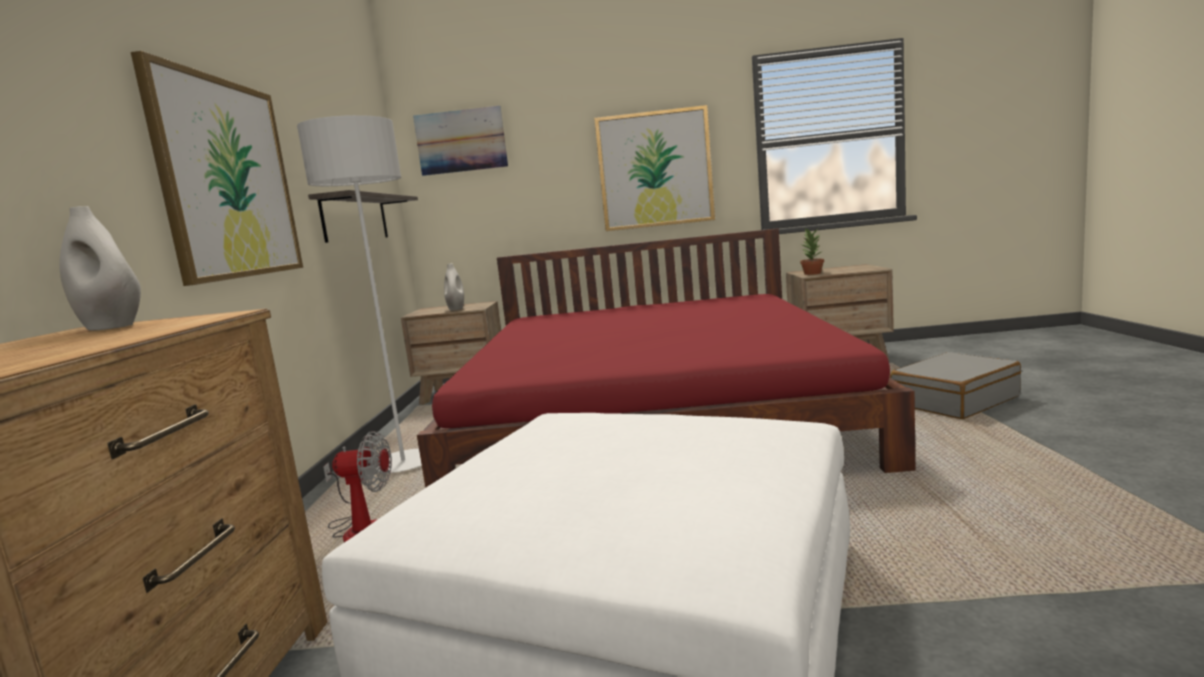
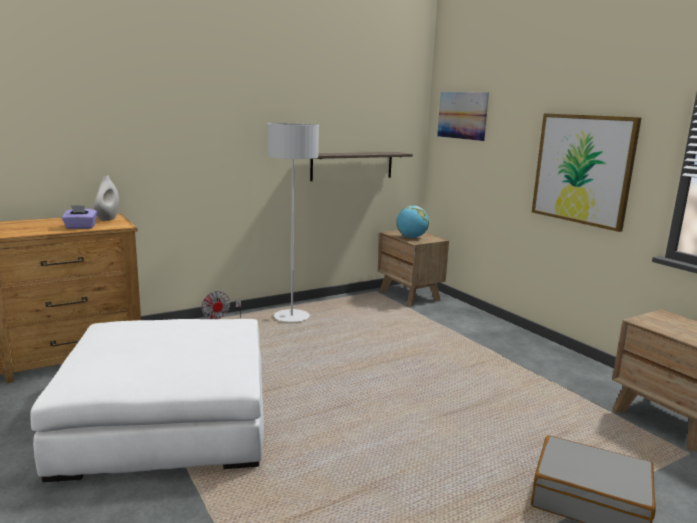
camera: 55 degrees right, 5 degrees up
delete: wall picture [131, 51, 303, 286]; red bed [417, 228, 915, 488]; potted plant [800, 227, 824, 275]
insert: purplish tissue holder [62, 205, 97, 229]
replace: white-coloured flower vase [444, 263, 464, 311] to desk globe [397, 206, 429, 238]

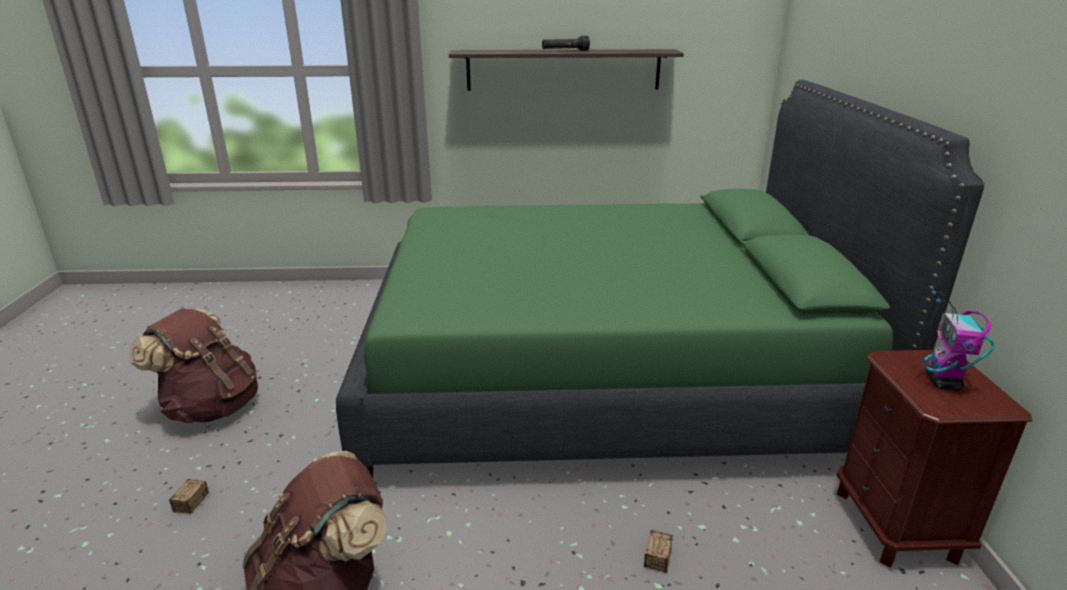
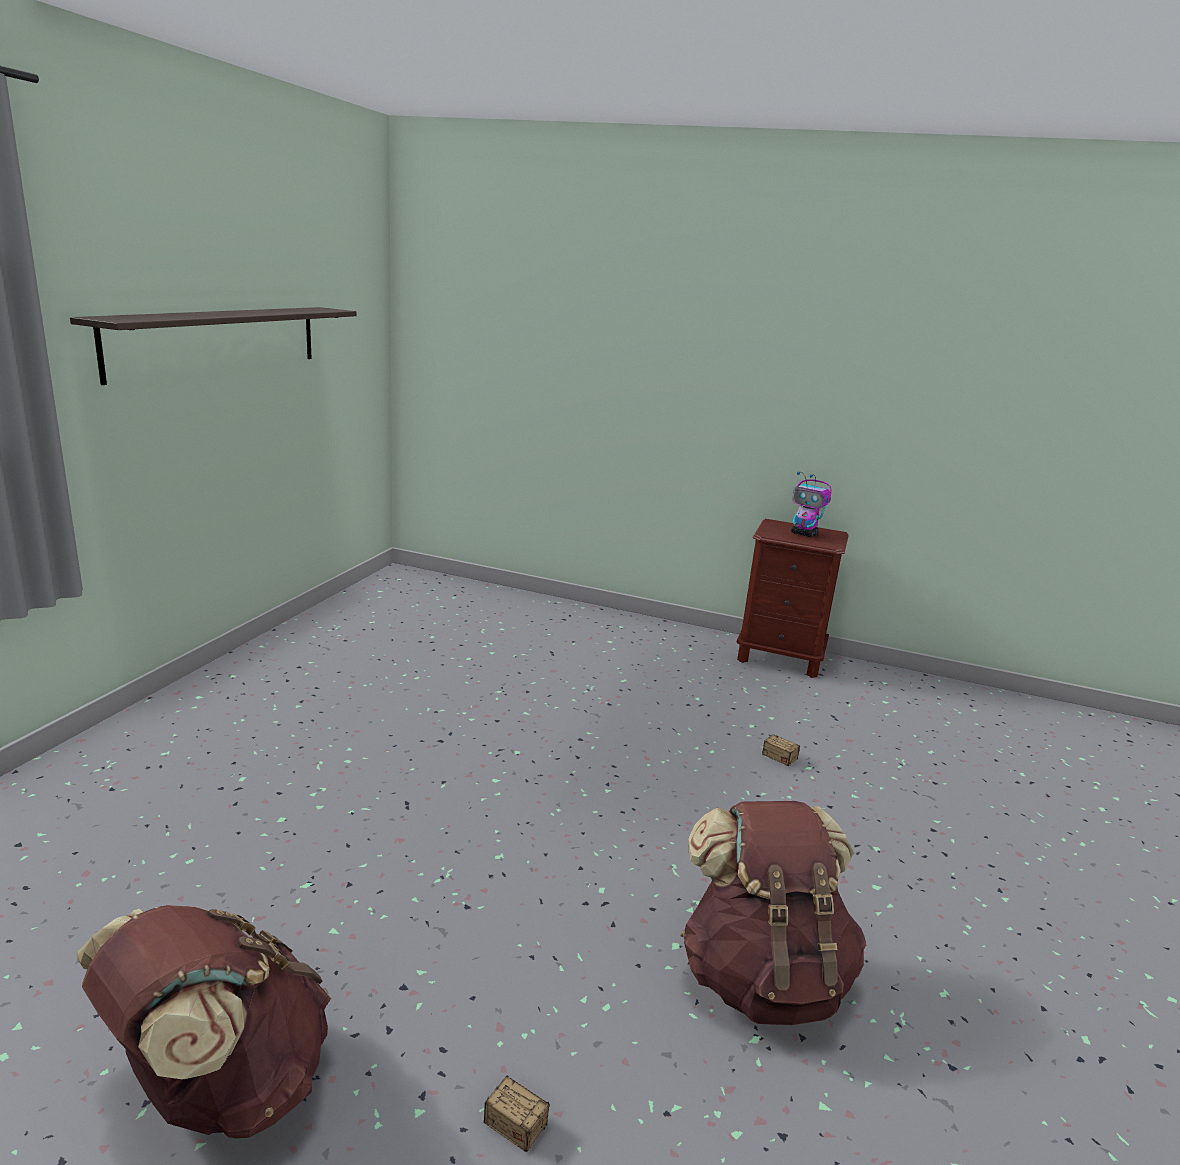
camera: 70 degrees left, 5 degrees down
delete: greenish bed [336, 80, 984, 478]; black hand torch [542, 36, 590, 51]

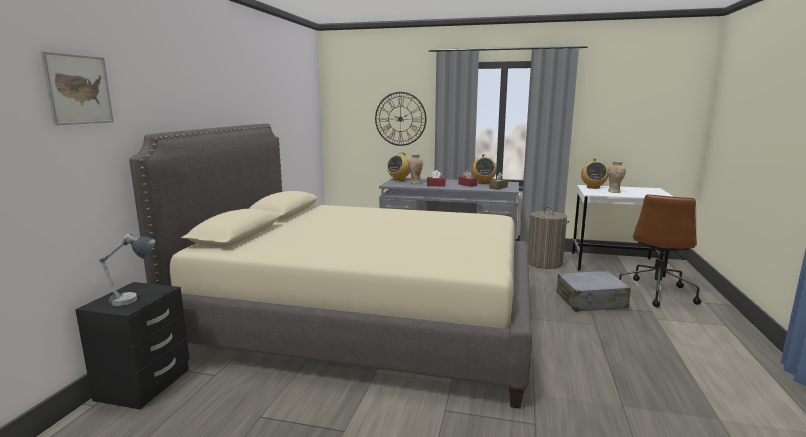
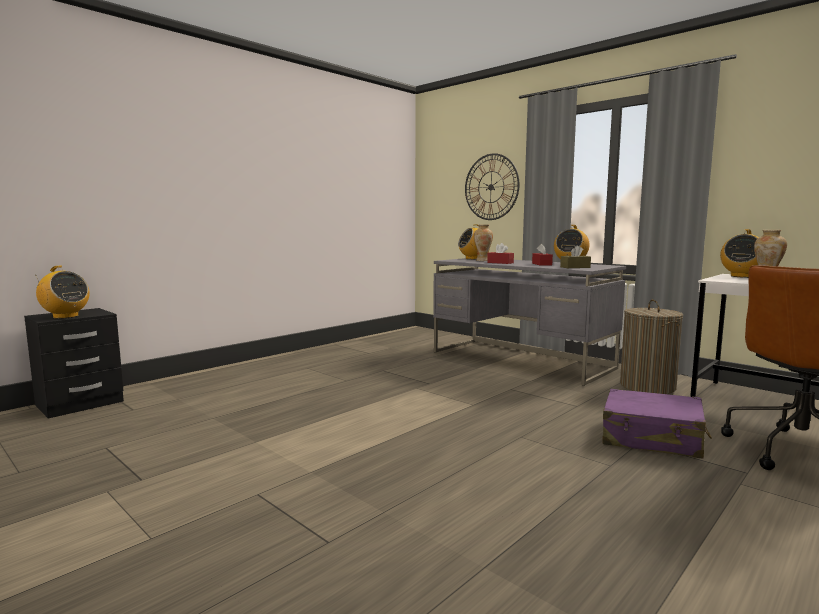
camera: 30 degrees right, 5 degrees down
delete: wall picture [41, 51, 114, 125]; beige-coloured bed [129, 124, 532, 409]
replace: tabletop lamp [100, 234, 156, 306] to radio set [36, 266, 90, 319]
recolor: gray piece of luggage [557, 271, 631, 312] to purplish piece of luggage [602, 389, 712, 459]

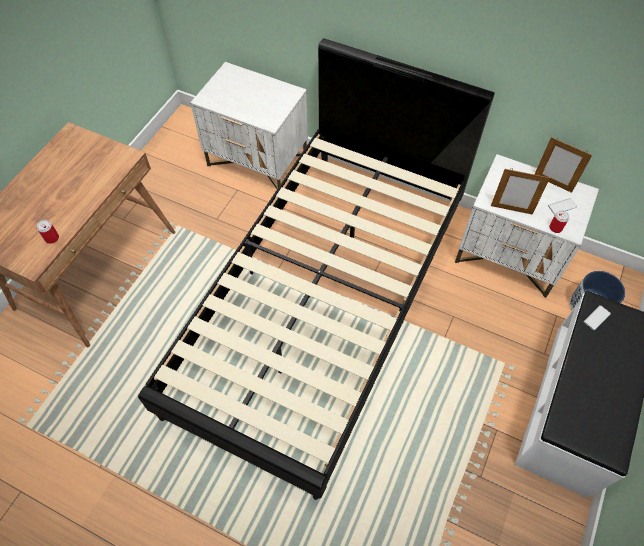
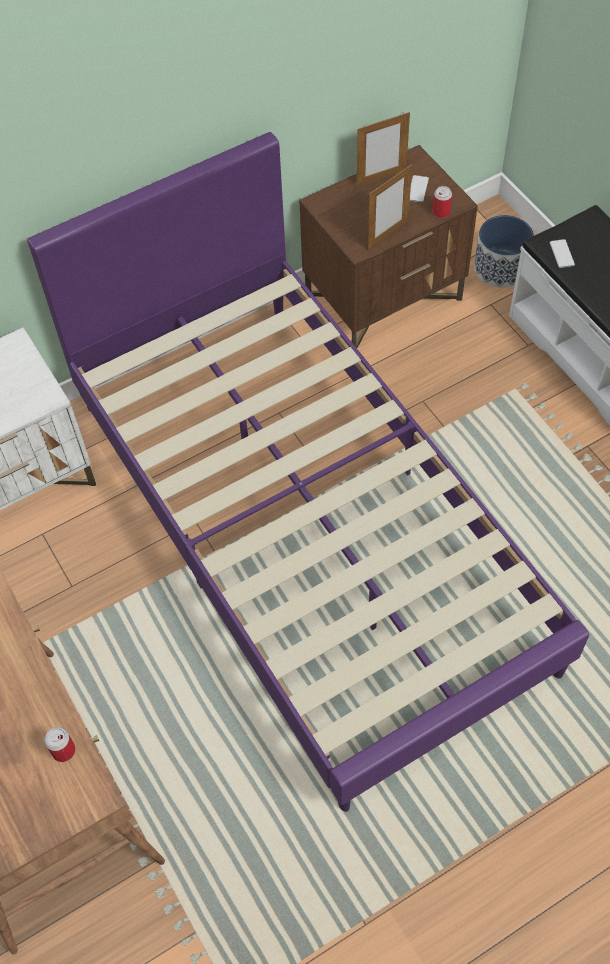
camera: 55 degrees left, 0 degrees up
recolor: black bed [138, 38, 495, 500] to purplish bed [27, 132, 589, 812]; white-coloured night table [455, 154, 599, 298] to brownish night table [299, 145, 478, 348]

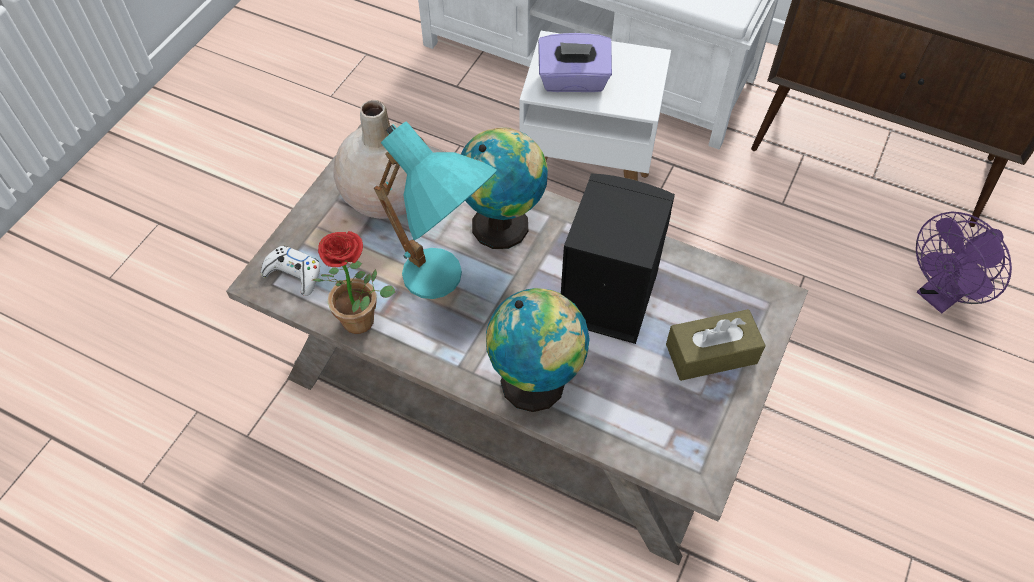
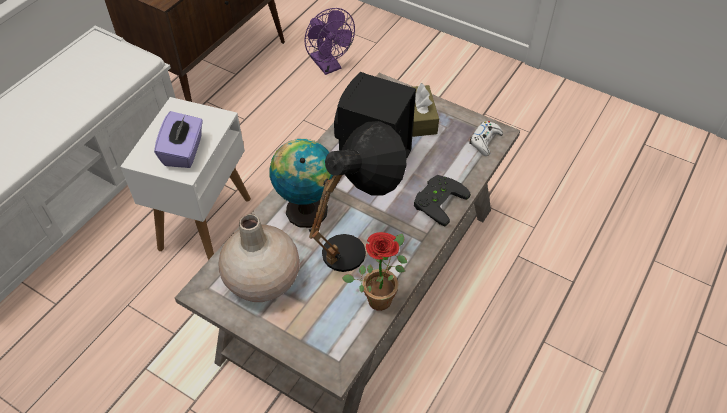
camera: 85 degrees left, 5 degrees down
move: white-coloured joypad [261, 246, 320, 296] to [469, 121, 503, 156]
replace: desk globe [486, 288, 589, 412] to black joypad [414, 175, 471, 226]
recolor: blue-green tabletop lamp [374, 121, 496, 299] to black tabletop lamp [309, 121, 406, 272]

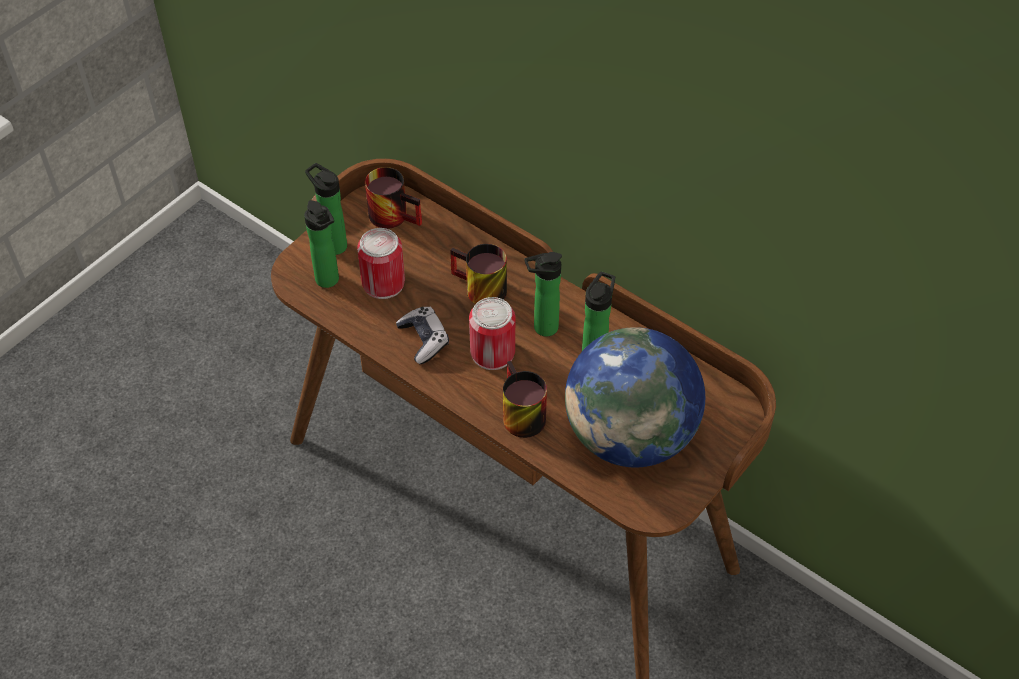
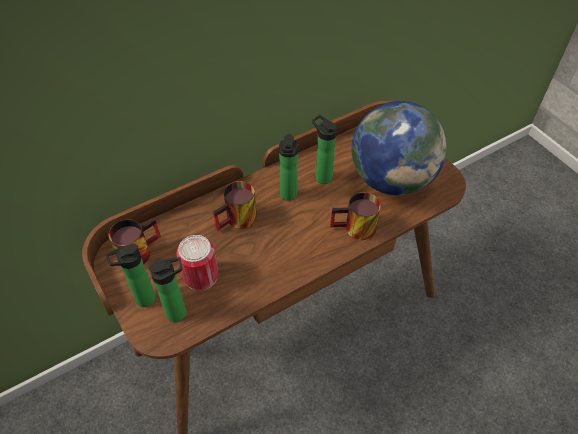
camera: 70 degrees left, 0 degrees up
delete: joypad [396, 307, 449, 364]; can [469, 297, 515, 370]

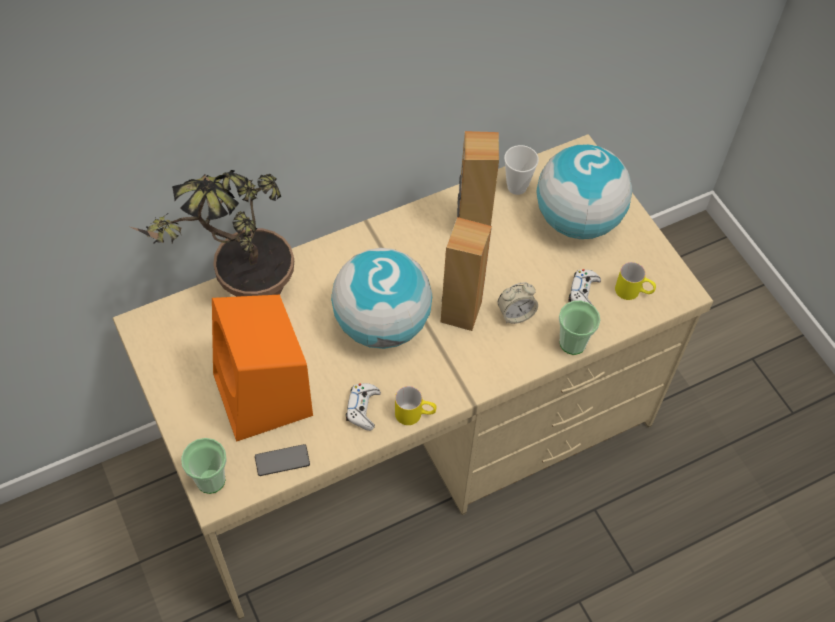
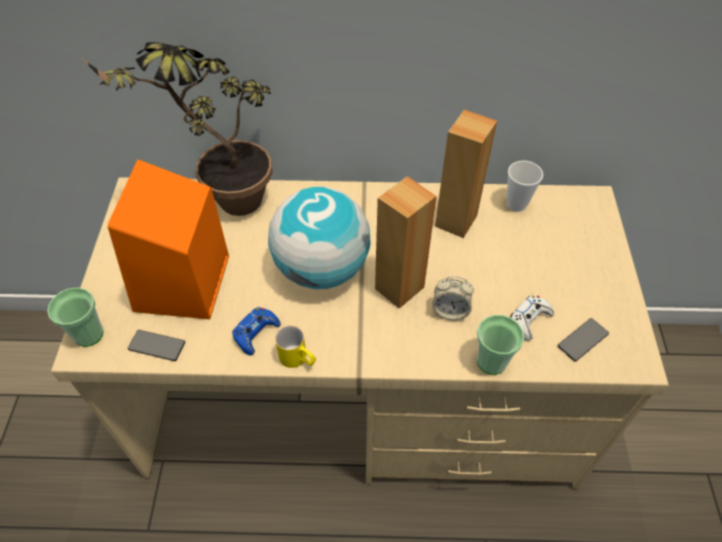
camera: 30 degrees right, 5 degrees down
delete: desk globe [537, 144, 632, 239]
replace: yellowish coffee mug [615, 262, 656, 300] to phone [558, 318, 609, 361]
recolor: white-coloured joypad [346, 383, 381, 431] to blue joypad [232, 307, 281, 355]

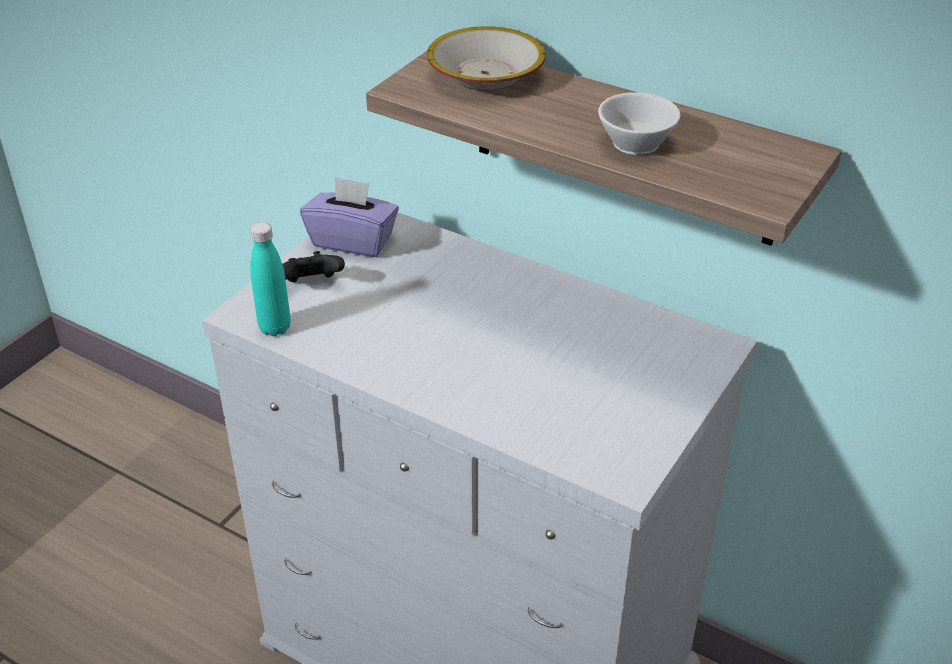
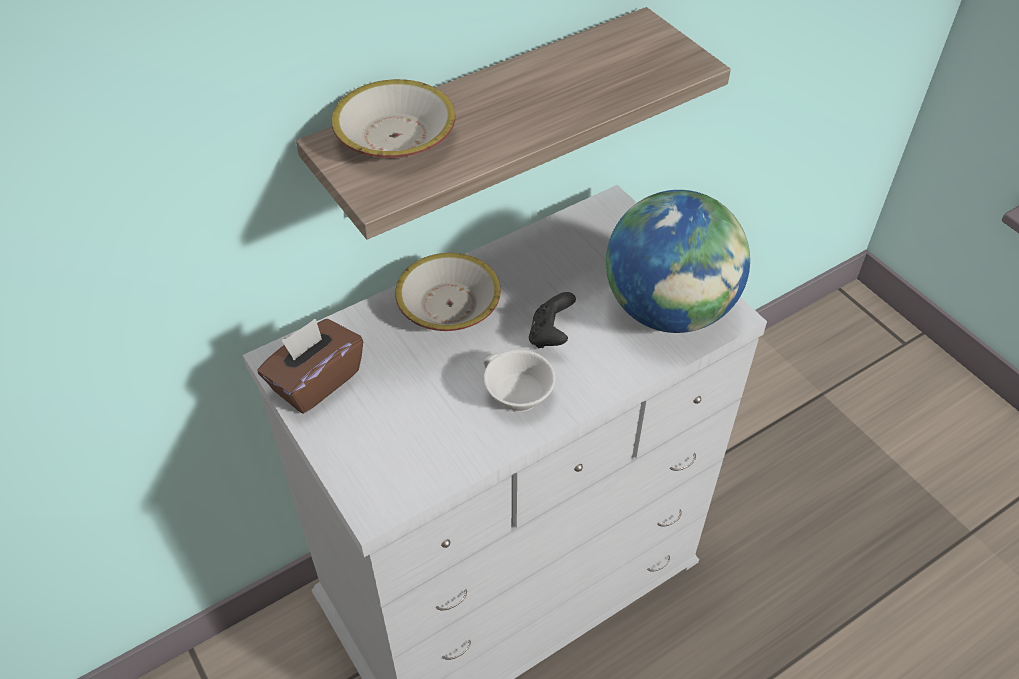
camera: 65 degrees left, 10 degrees up
delete: blue-green drink bottle [250, 222, 291, 336]
insert: serving bowl [395, 253, 501, 331]; desk globe [606, 190, 750, 333]
move: black joypad [282, 251, 345, 282] to [529, 292, 576, 348]; white-coloured cup [598, 92, 680, 155] to [484, 350, 555, 412]
recolor: purplish tissue holder [300, 176, 399, 257] to brownish tissue holder [257, 318, 363, 413]

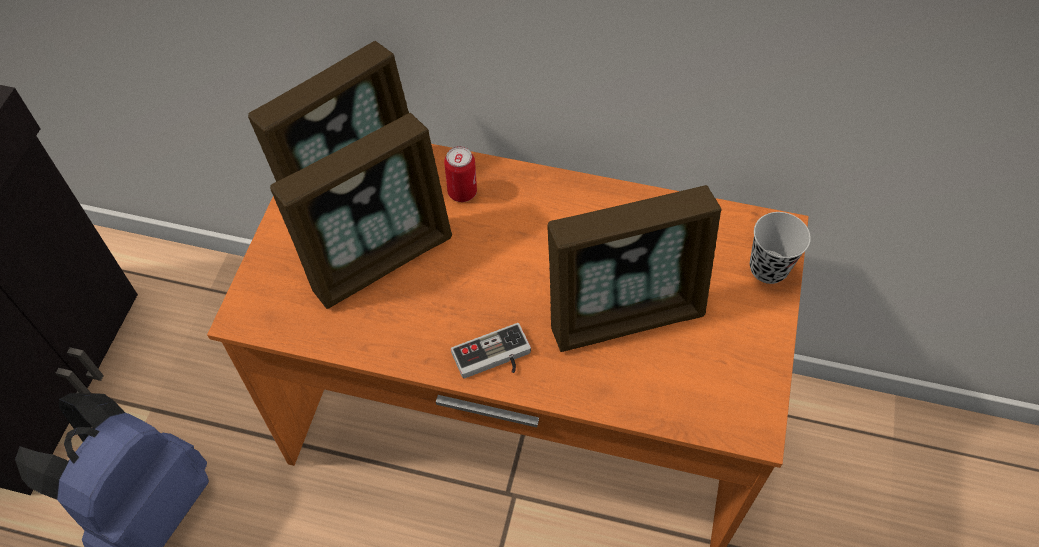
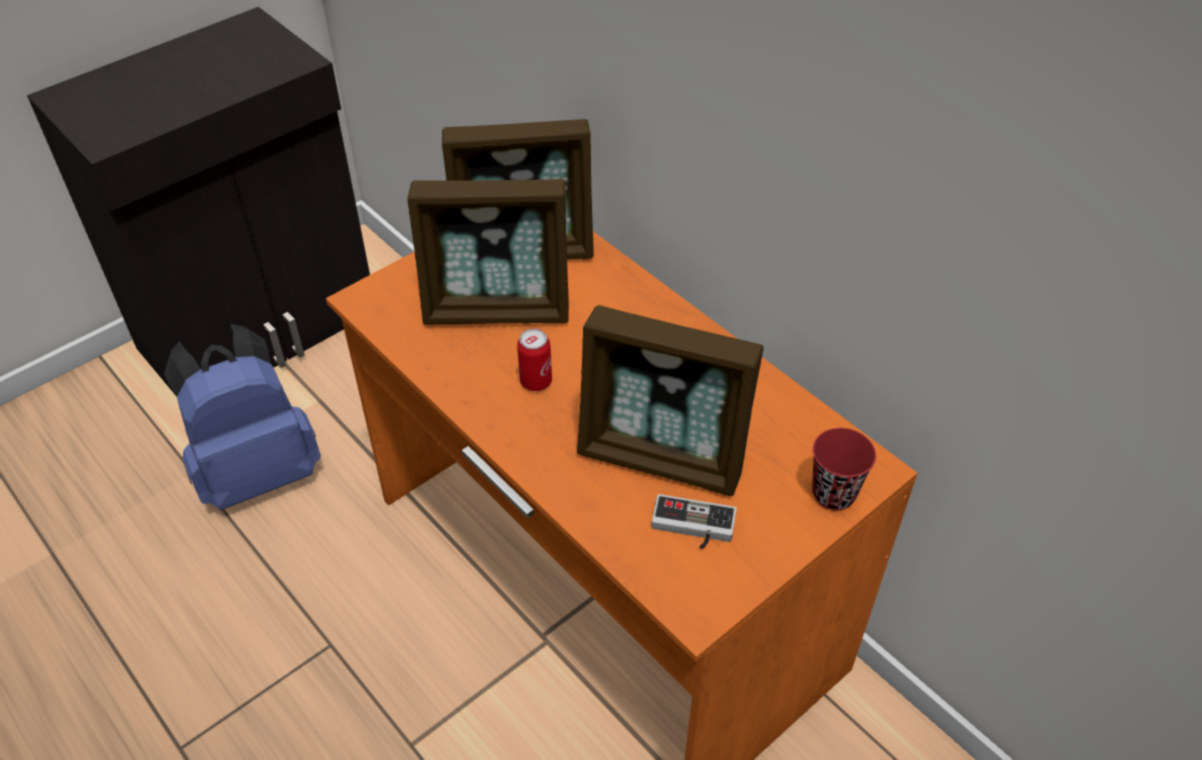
camera: 35 degrees right, 10 degrees down
move: can [444, 146, 477, 202] to [517, 329, 552, 391]; joypad [451, 323, 531, 379] to [651, 494, 737, 549]
recolor: black cup [750, 212, 811, 284] to red cup [812, 428, 876, 511]

